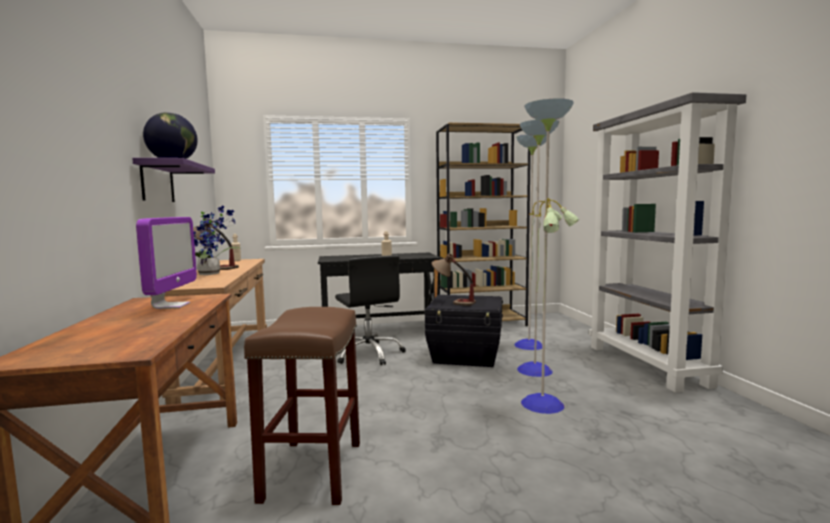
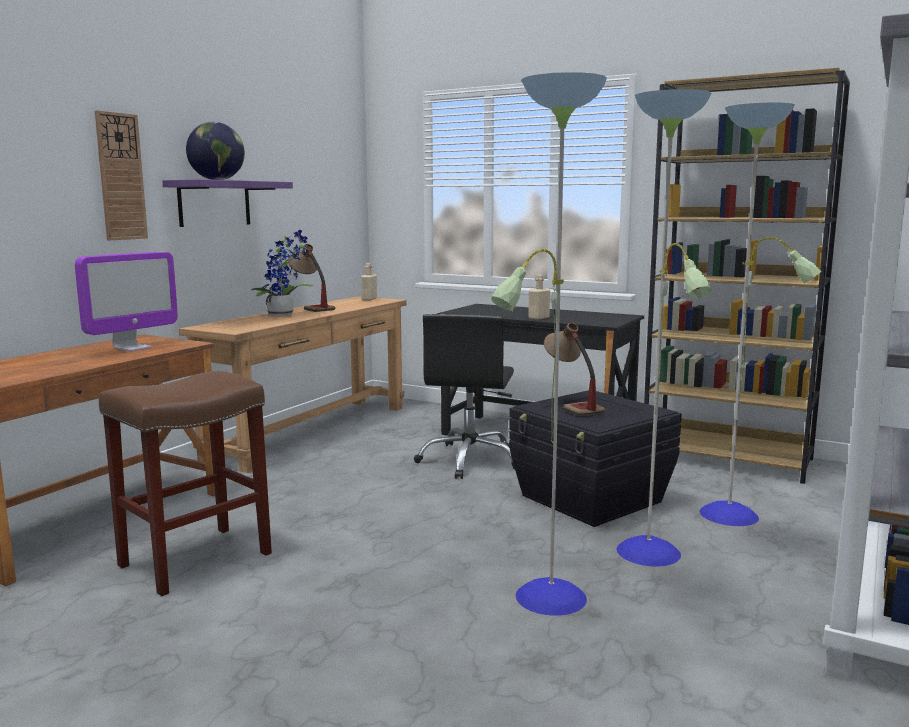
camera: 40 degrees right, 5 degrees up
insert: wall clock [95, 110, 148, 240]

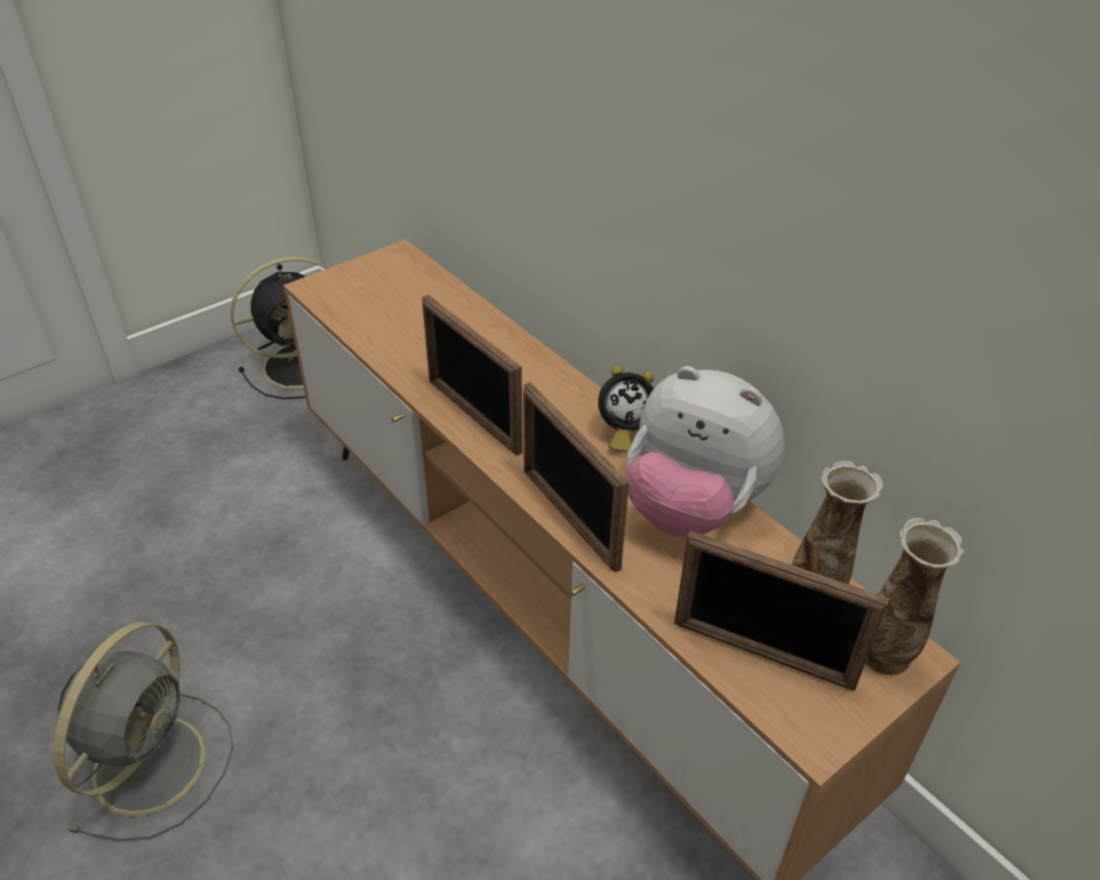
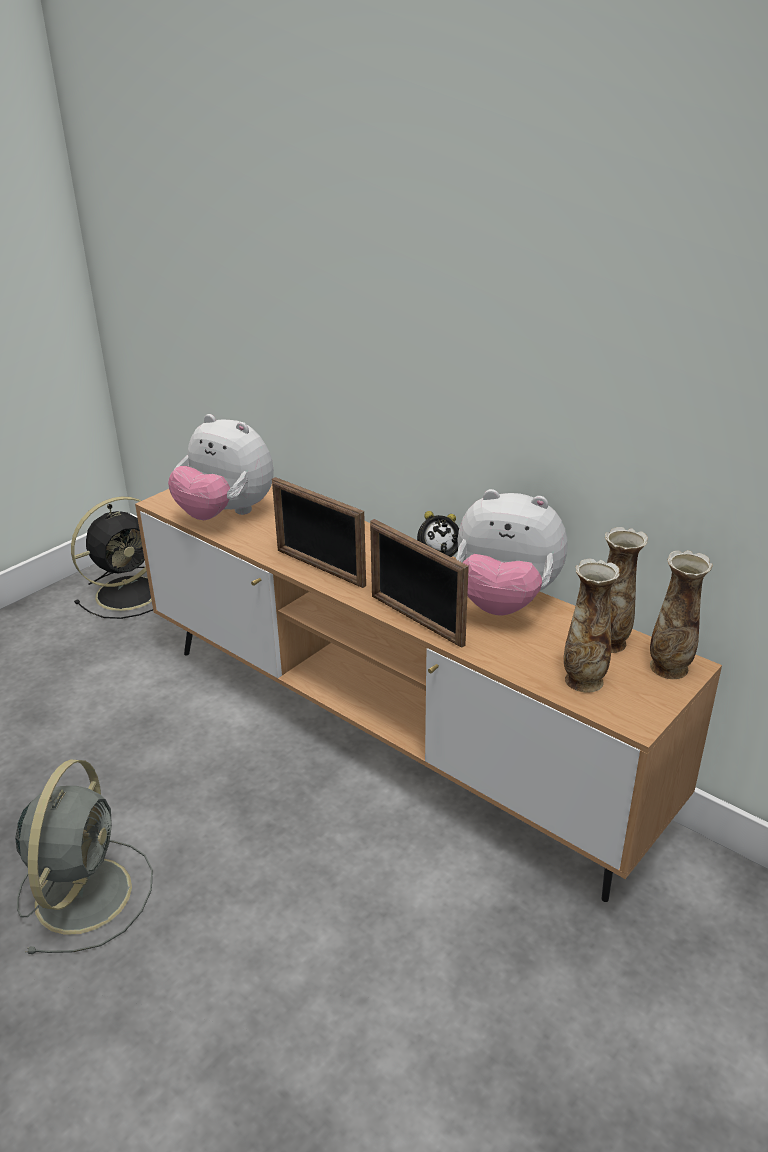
camera: 10 degrees left, 10 degrees down
insert: cuddly toy [168, 414, 274, 520]
replace: picture frame [674, 531, 889, 691] to flower vase [564, 559, 620, 693]

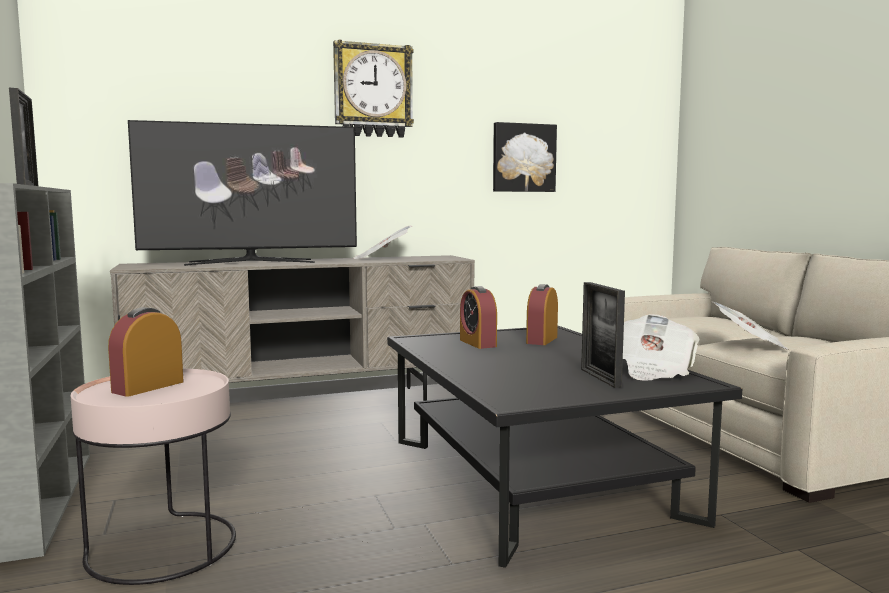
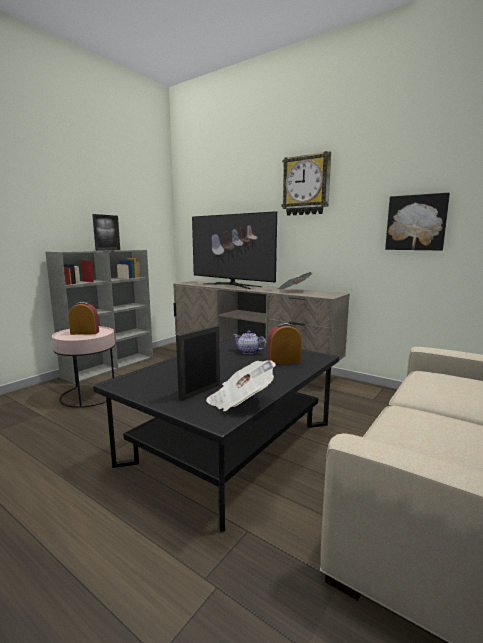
camera: 55 degrees right, 5 degrees up
delete: daily paper [711, 301, 789, 350]
replace: alarm clock [460, 286, 497, 349] to teapot [233, 331, 266, 354]

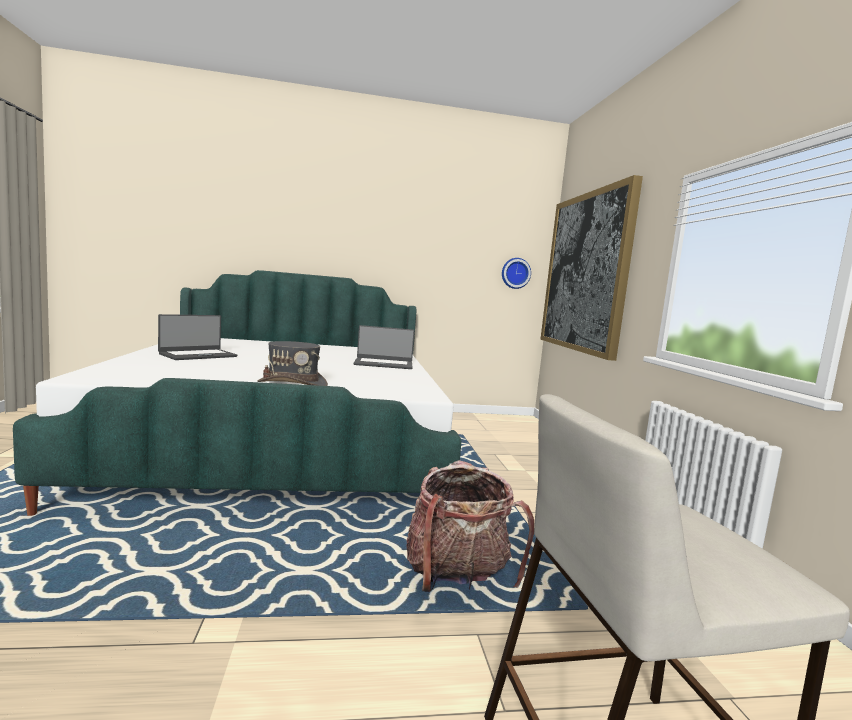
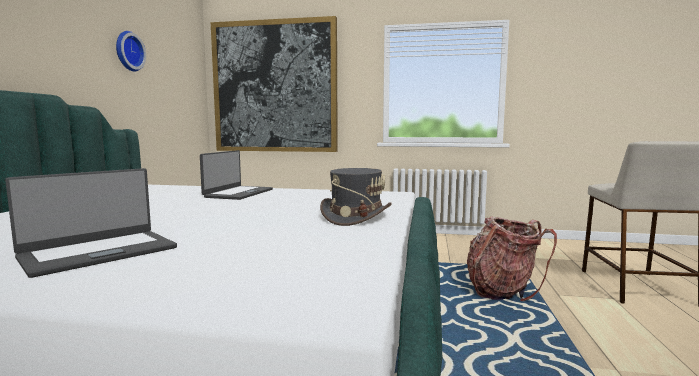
camera: 70 degrees left, 0 degrees up
move: wall clock [502, 258, 531, 289] to [116, 31, 146, 72]
rotate: notebook computer [158, 314, 237, 360] = [5, 168, 177, 278] 75 degrees clockwise

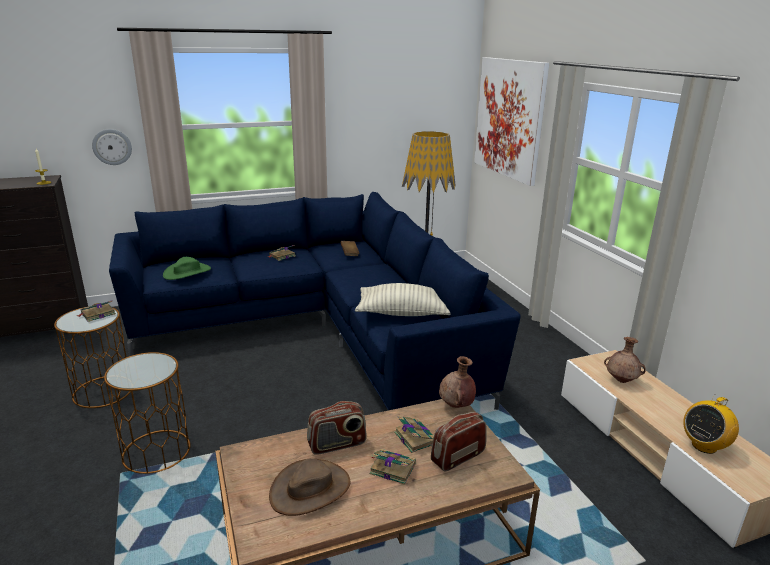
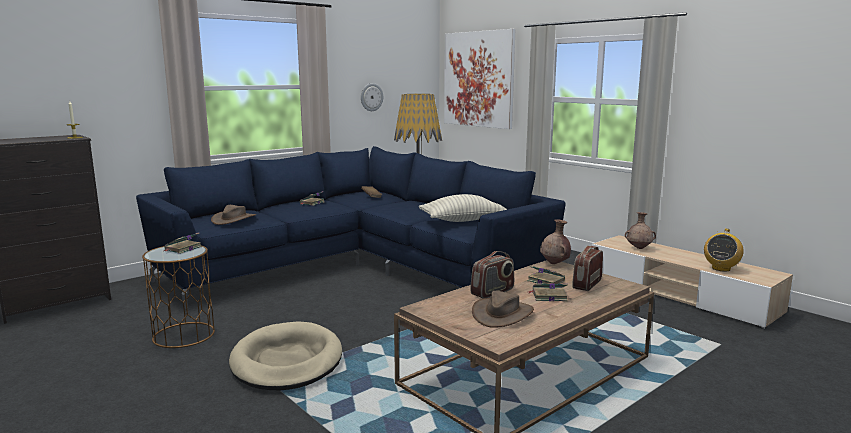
camera: 20 degrees left, 10 degrees down
move: wall clock [92, 129, 132, 165] to [361, 83, 383, 111]
replace: brownish side table [104, 352, 191, 474] to beige-coloured dog cushion [229, 321, 342, 390]
recolor: greenish hat [163, 257, 211, 280] to brownish hat [211, 205, 256, 225]

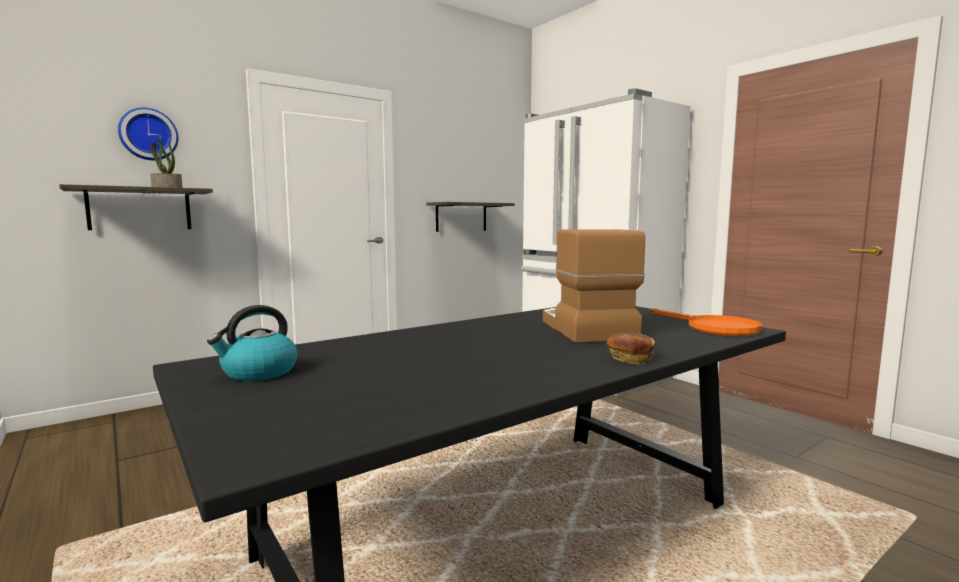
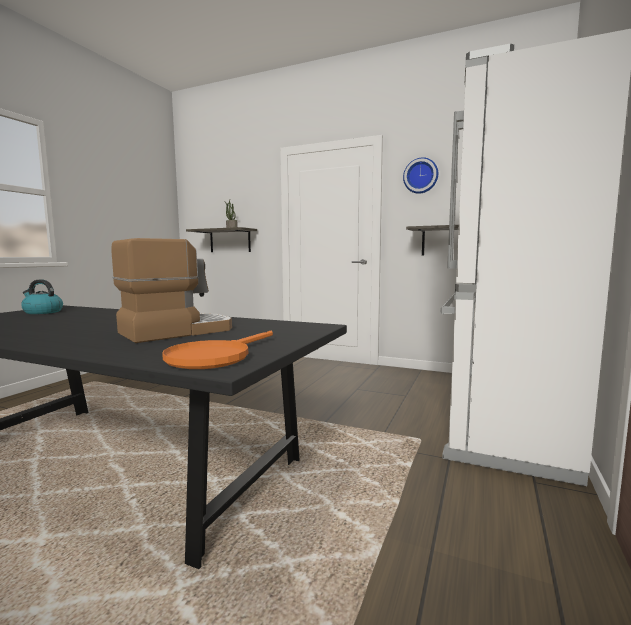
camera: 60 degrees right, 0 degrees up
delete: bakery bread [606, 333, 655, 364]
move: wall clock [118, 108, 179, 160] to [403, 157, 438, 194]

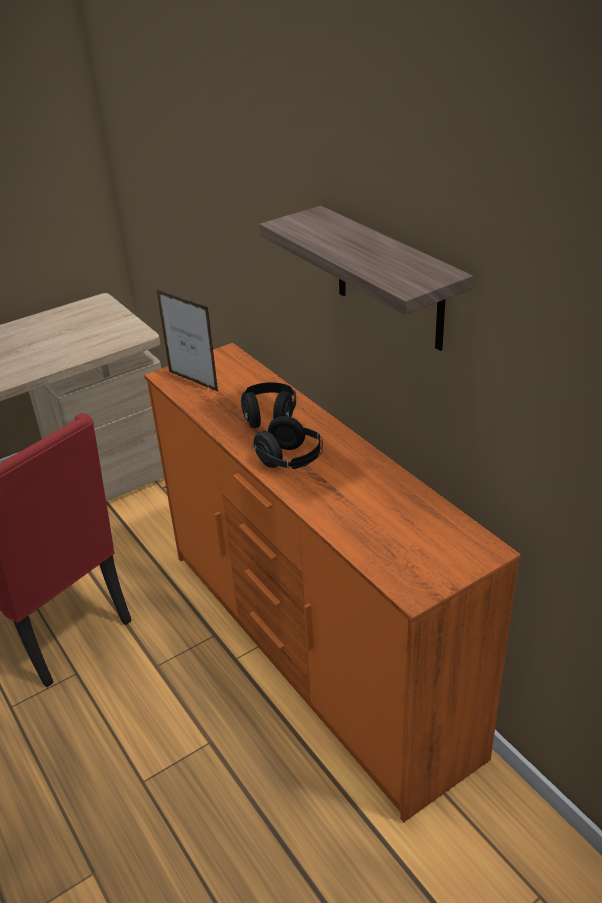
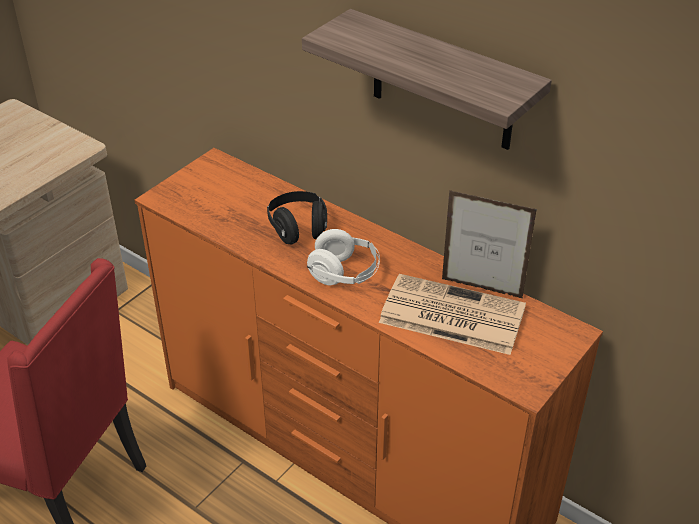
camera: 20 degrees left, 5 degrees up
insert: daily paper [379, 274, 526, 355]
move: picture frame [156, 289, 218, 392] to [442, 190, 537, 298]
recolor: black pair of headphones [252, 416, 323, 469] to white-coloured pair of headphones [307, 229, 380, 285]

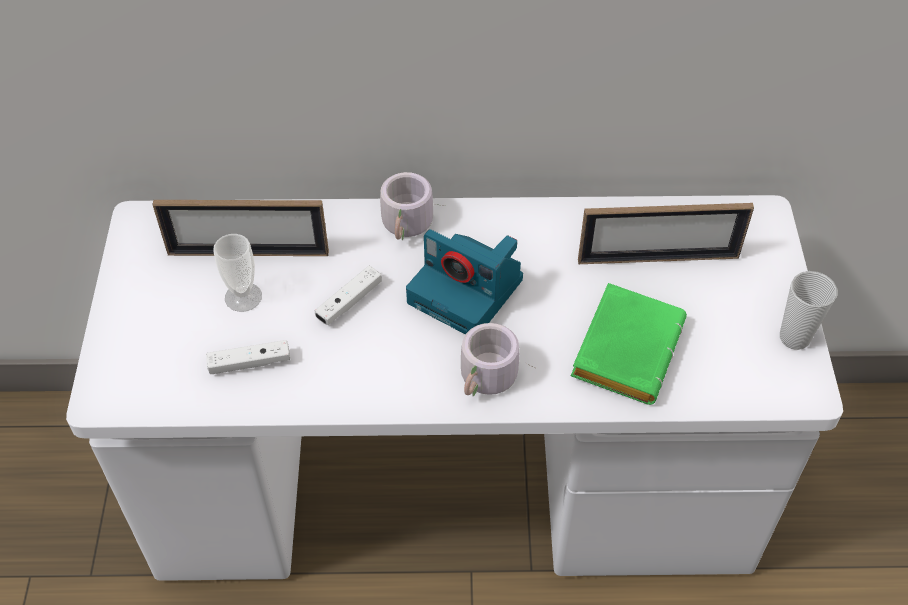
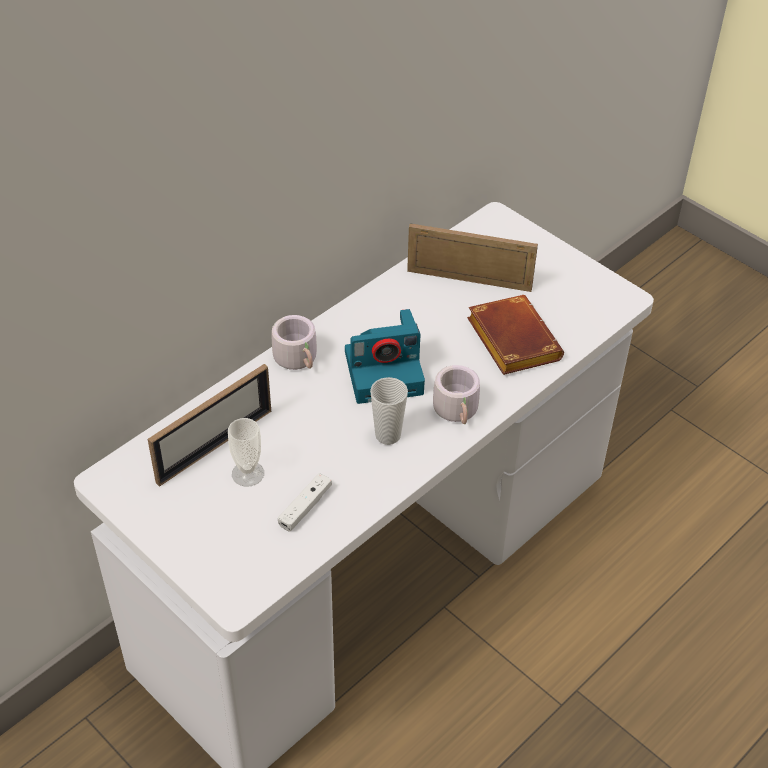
camera: 45 degrees left, 5 degrees down
delete: white-coloured joypad [315, 266, 382, 325]
move: cup [780, 271, 837, 350] to [370, 377, 408, 445]
recolor: greenish volume [571, 283, 687, 405] to brownish volume [467, 295, 564, 375]
rotate: picture frame [578, 203, 754, 264] = [407, 223, 538, 292] 120 degrees counterclockwise

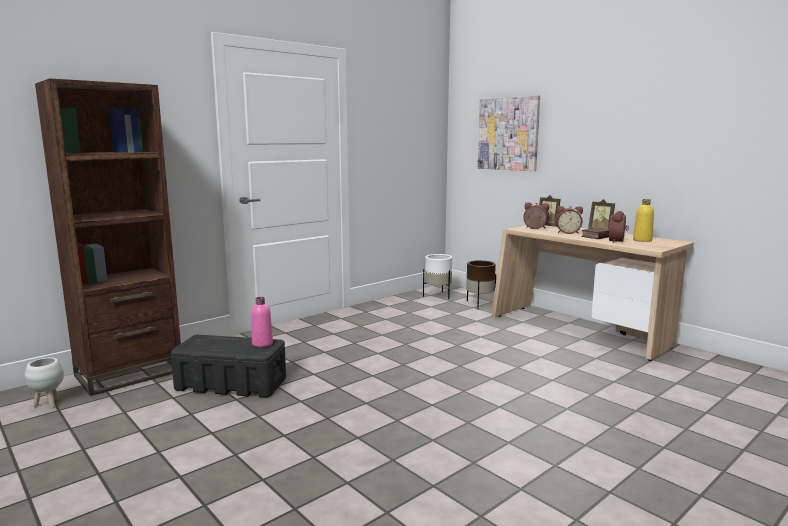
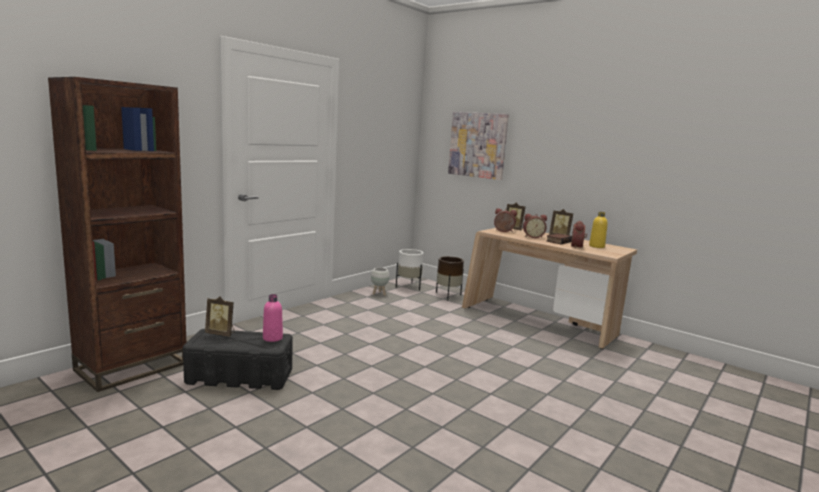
camera: 10 degrees left, 0 degrees up
insert: picture frame [205, 296, 235, 337]
move: white-coloured flower pot [25, 358, 64, 408] to [371, 268, 390, 296]

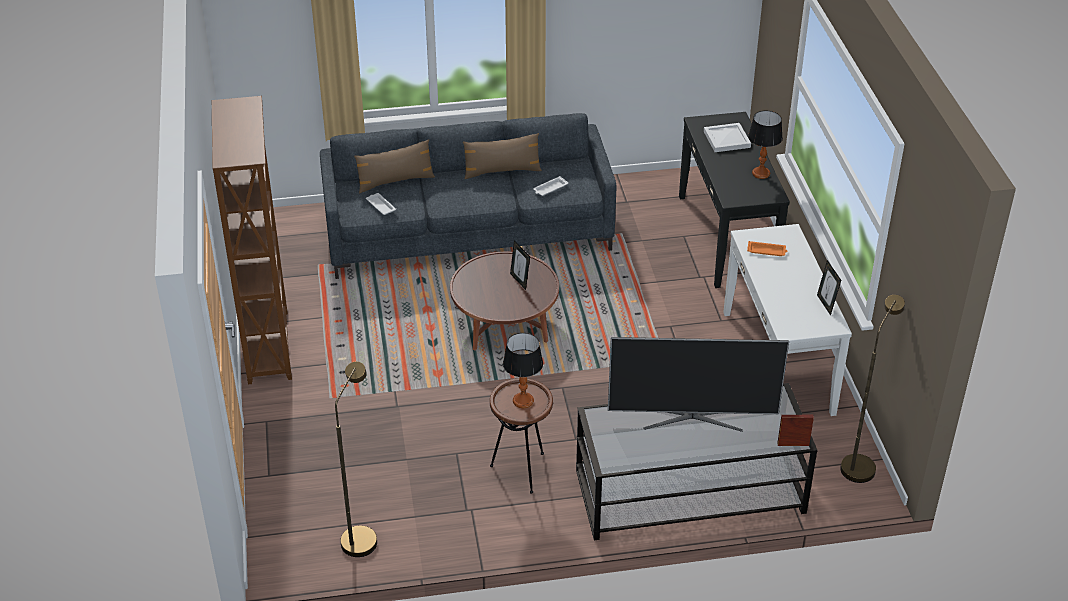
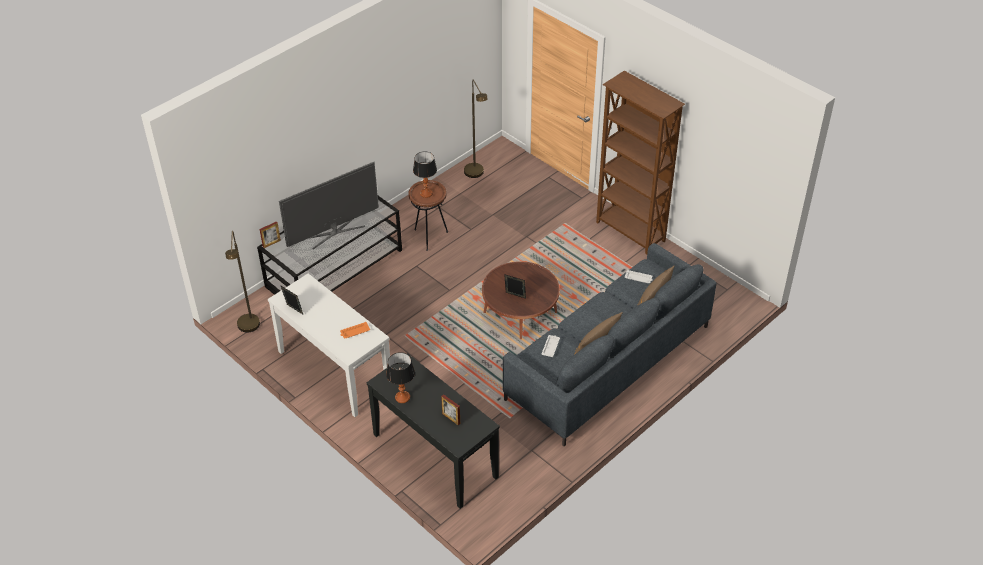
camera: 145 degrees right, 5 degrees up
replace: white-coloured carrying tray [704, 123, 751, 152] to picture frame [441, 394, 460, 426]

